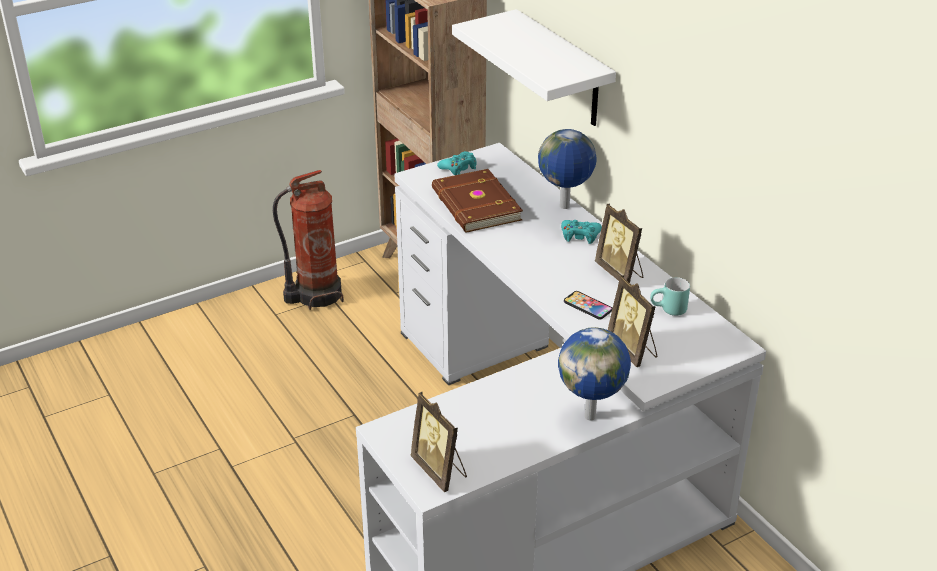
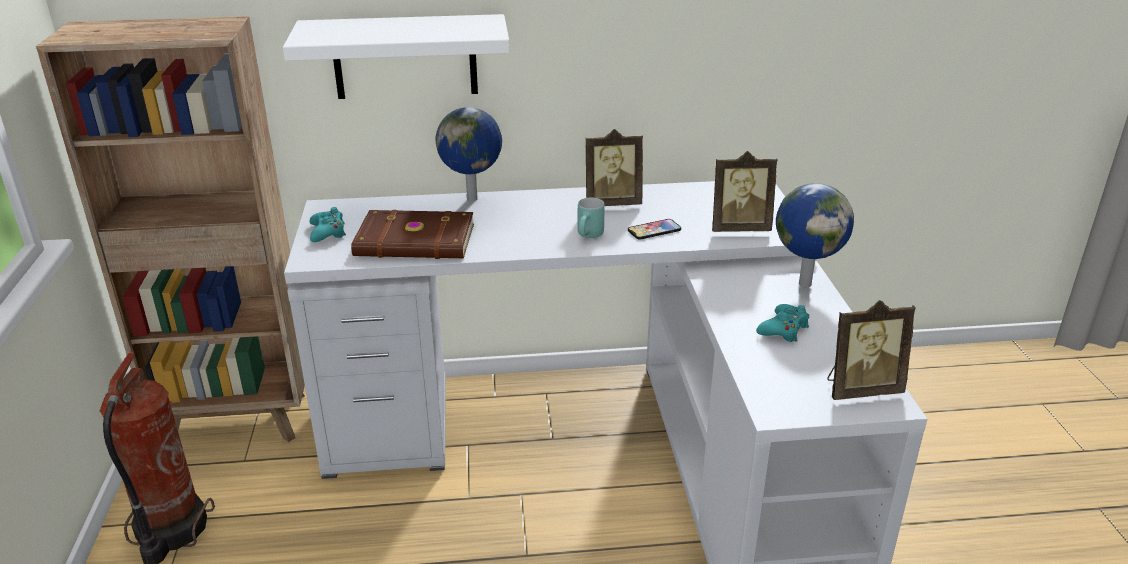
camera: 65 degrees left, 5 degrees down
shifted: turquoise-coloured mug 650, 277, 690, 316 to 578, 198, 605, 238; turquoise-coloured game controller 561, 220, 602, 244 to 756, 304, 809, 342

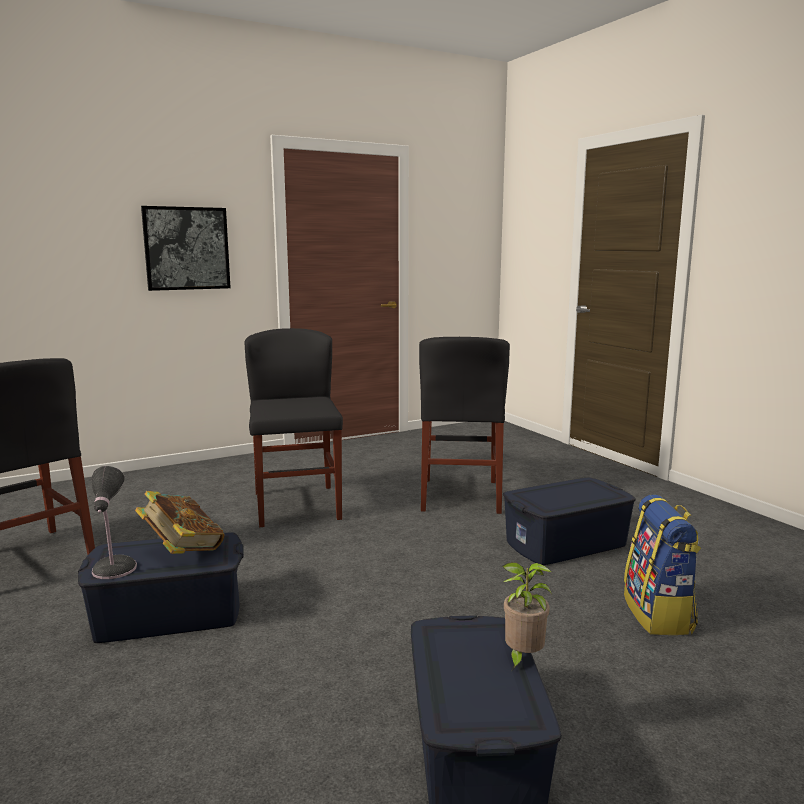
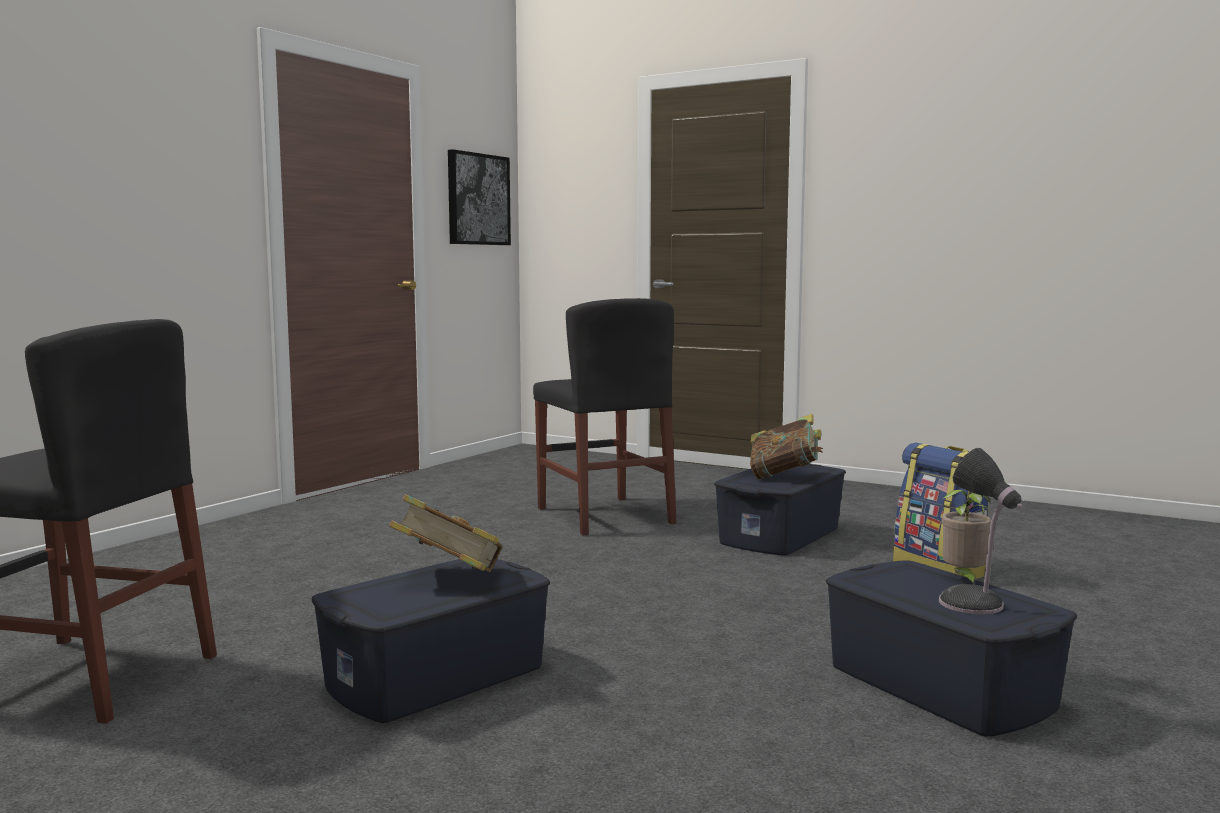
camera: 30 degrees left, 5 degrees down
gone: black-coloured upright chair 244, 328, 343, 527
new: book 750, 414, 823, 480
shifted: wall picture 141, 206, 231, 291 to 448, 149, 511, 245; lamp for a table 92, 466, 137, 579 to 939, 448, 1022, 614

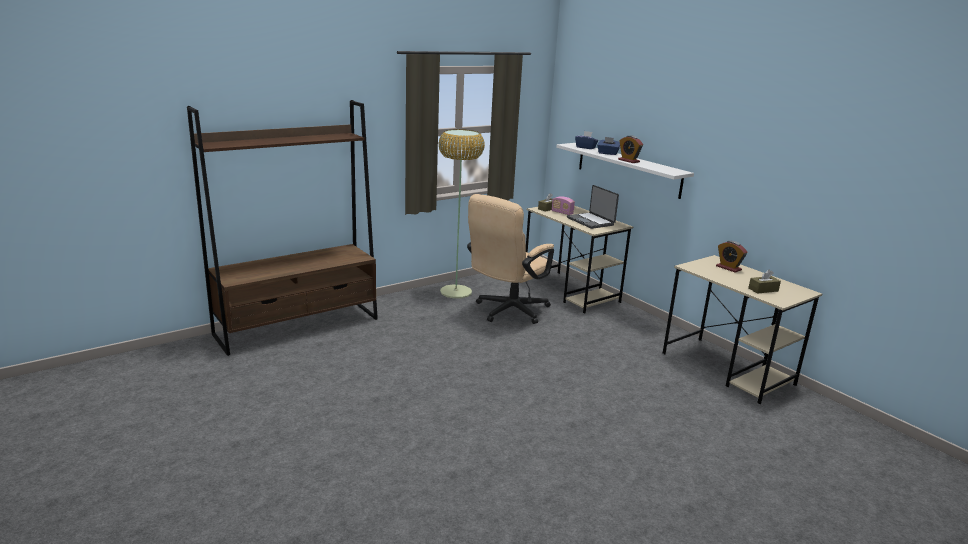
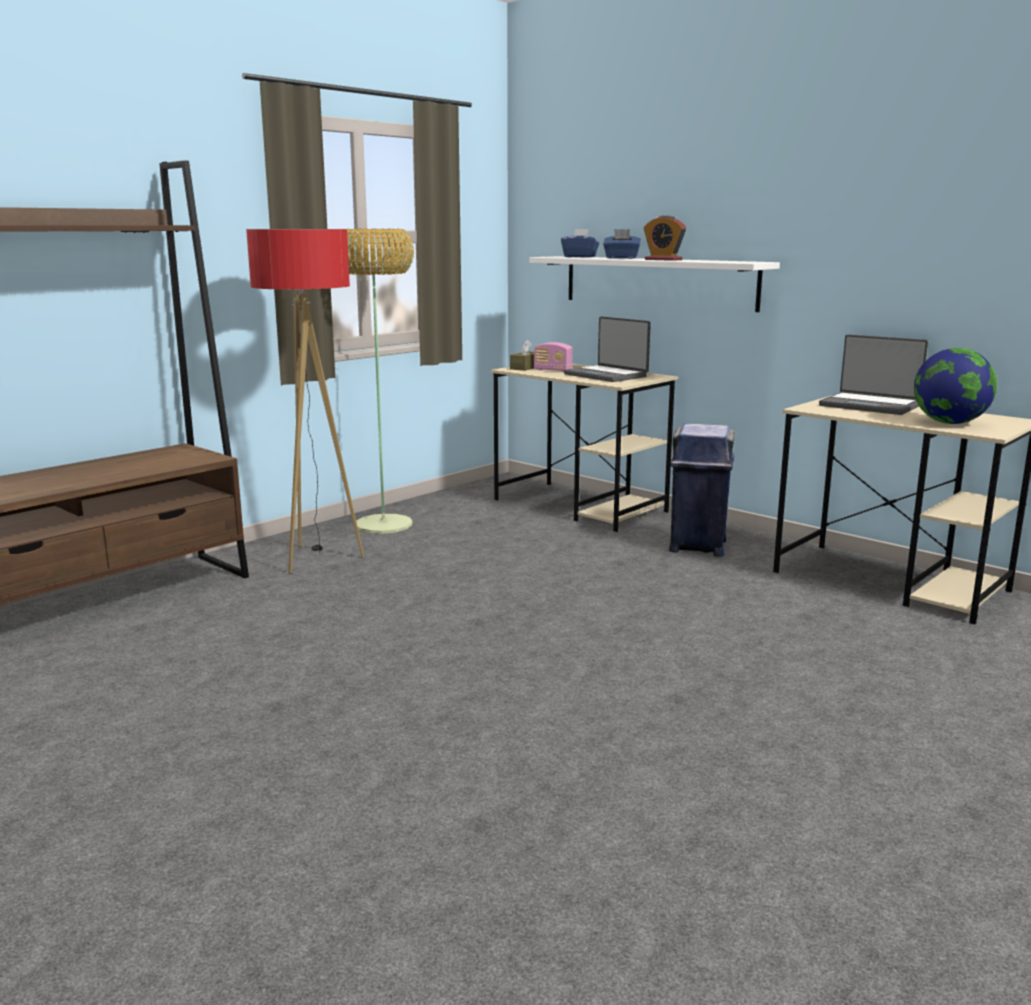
camera: 10 degrees left, 5 degrees down
gone: beige computer chair 467, 194, 554, 324
new: standard lamp 246, 229, 364, 573; bluish waste bin 669, 423, 735, 557
swapped: alarm clock 716, 241, 747, 273 to laptop 819, 334, 928, 415; brown tissue holder 748, 269, 781, 294 to world globe 914, 348, 997, 424

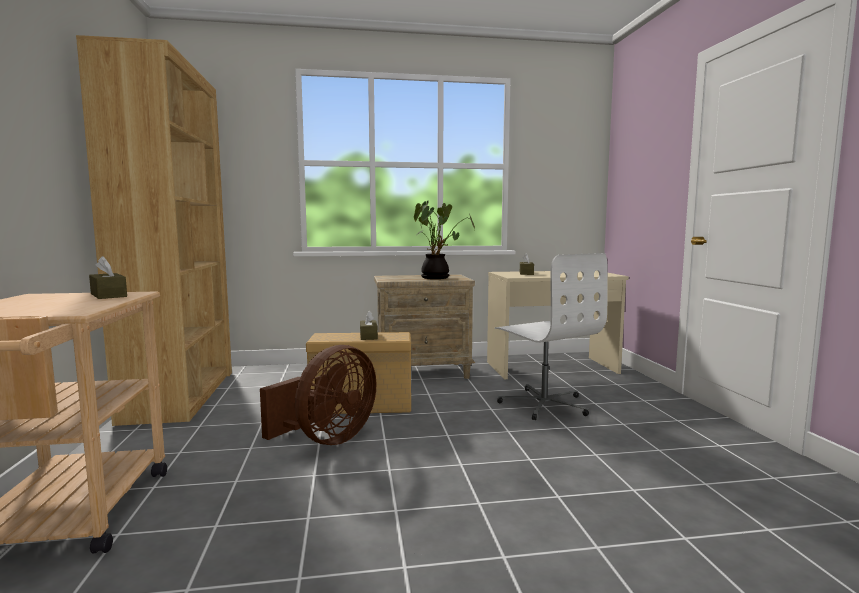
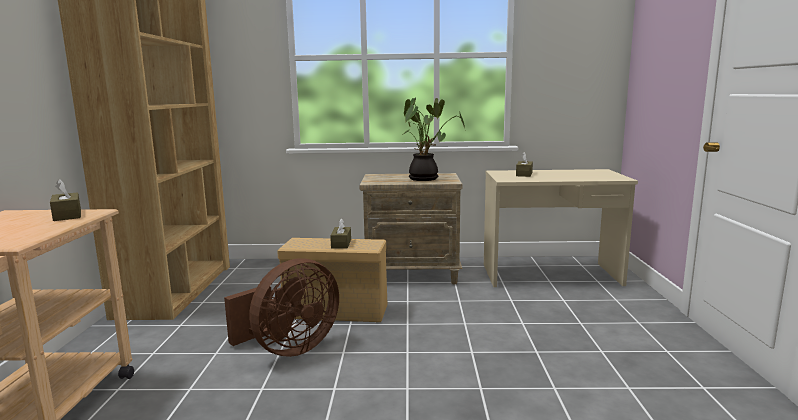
camera: 10 degrees right, 5 degrees up
gone: white-coloured computer chair 495, 253, 607, 420

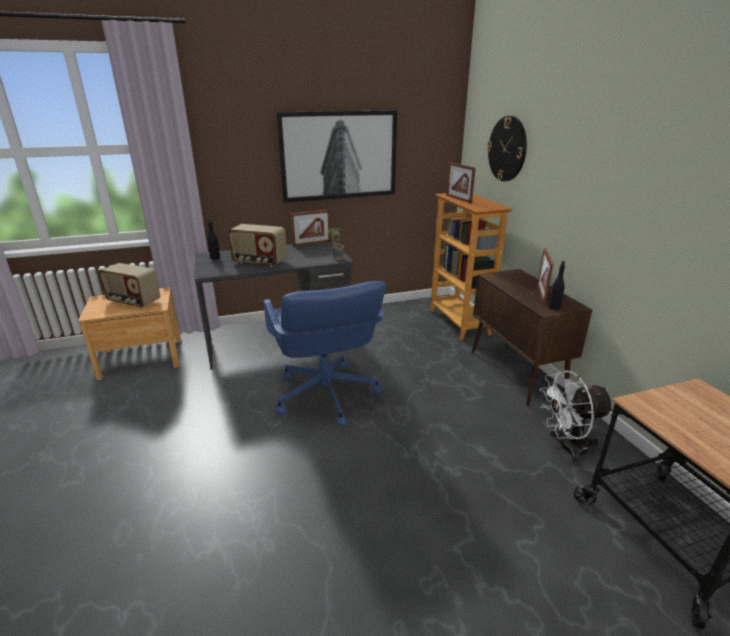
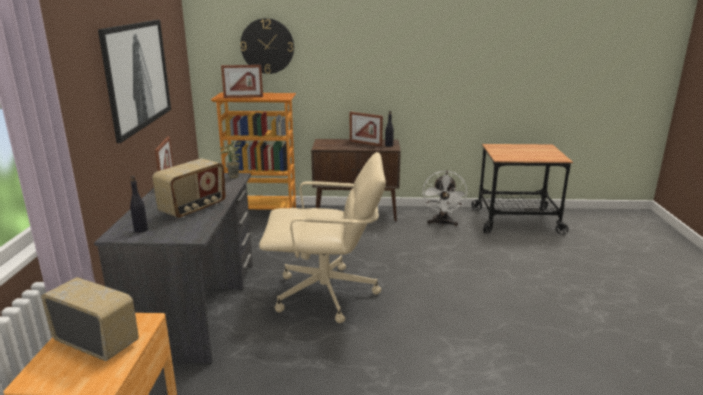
camera: 70 degrees left, 5 degrees down
repainted: bluish computer chair 263, 281, 386, 427 to beige computer chair 259, 152, 386, 323
rotated: radio set 98, 263, 160, 308 = 41, 277, 139, 361 105 degrees counterclockwise

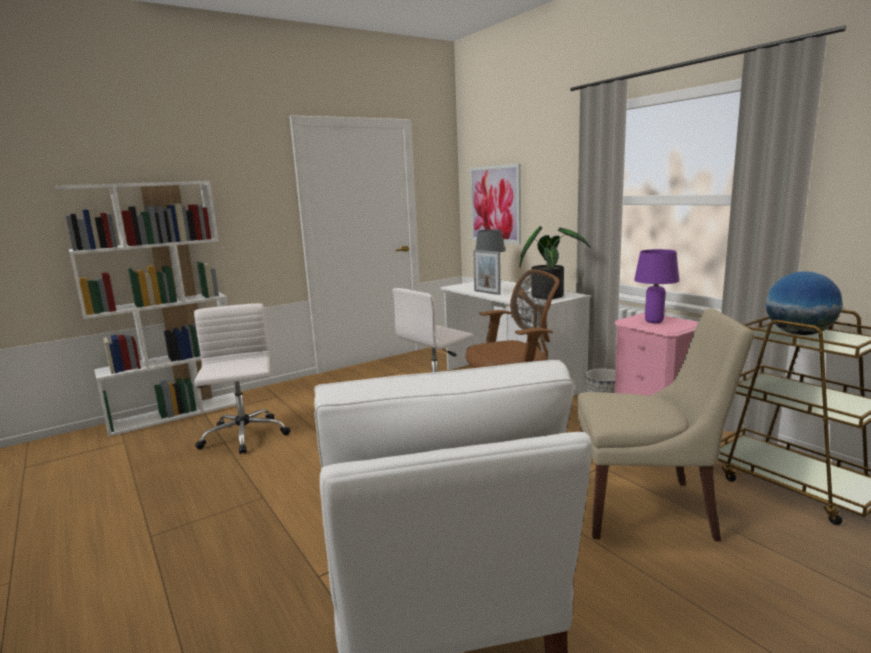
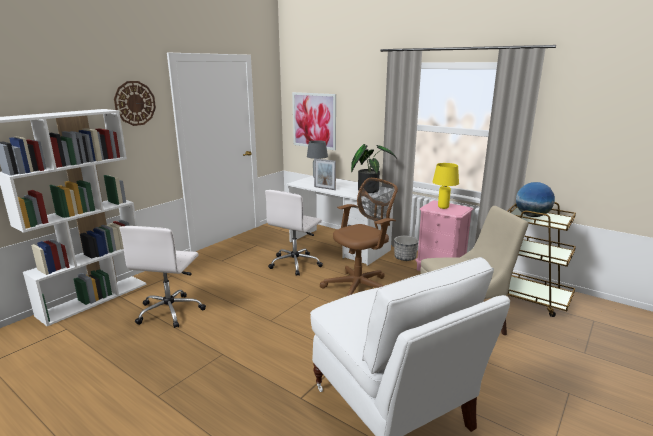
camera: 20 degrees left, 5 degrees up
new: wall clock 114, 81, 156, 126
repainted: purplish lamp for a table 634, 249, 679, 323 to yellow lamp for a table 432, 163, 459, 209
rotated: white-coloured computer chair 194, 303, 291, 454 = 120, 226, 206, 328 135 degrees counterclockwise

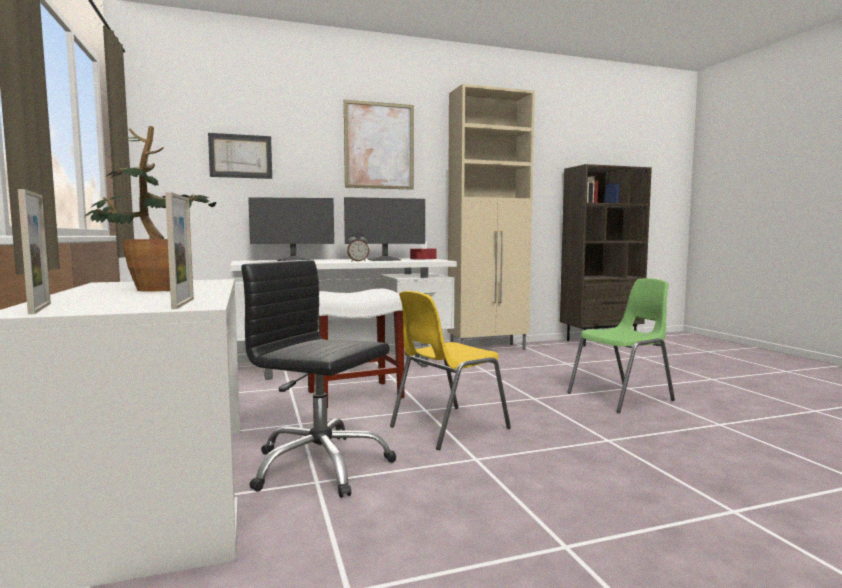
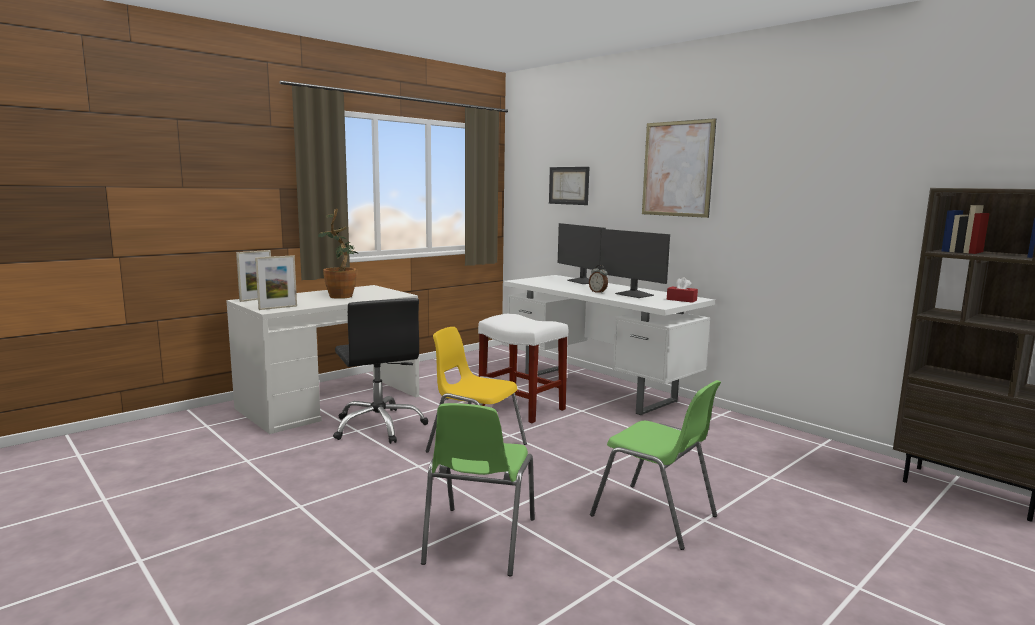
camera: 65 degrees right, 5 degrees up
gone: beige storage cabinet 448, 84, 535, 350
new: green upright chair 421, 403, 535, 576
rotated: black-coloured computer chair 241, 260, 396, 498 = 333, 298, 428, 444 150 degrees clockwise

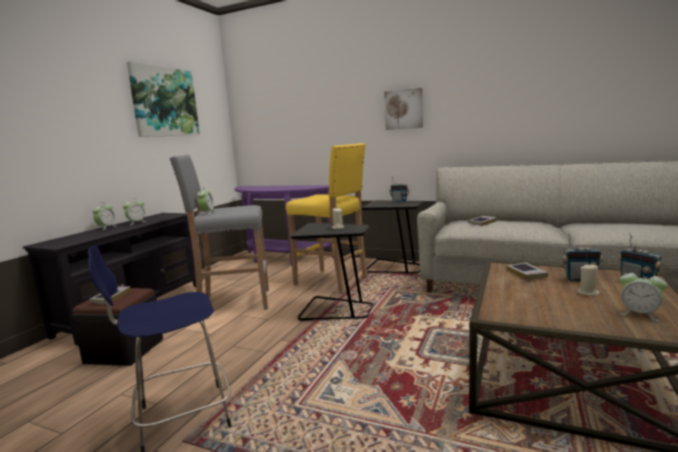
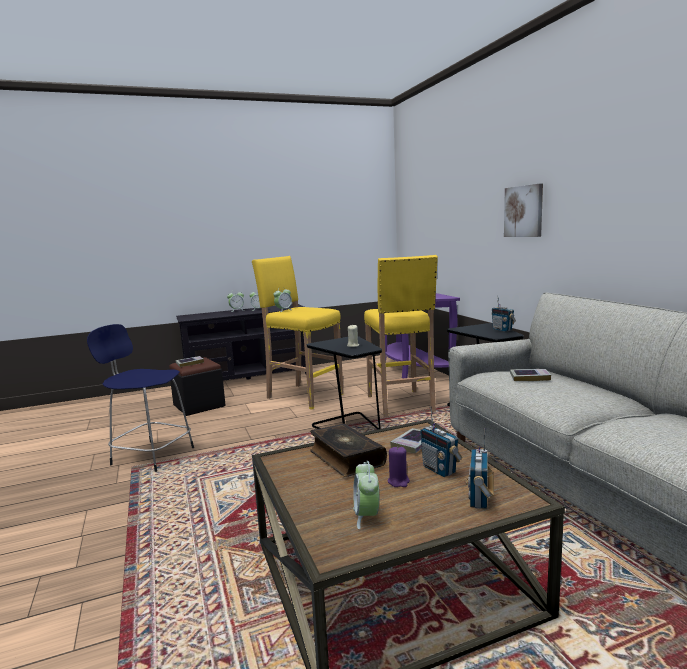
camera: 45 degrees right, 0 degrees up
gone: wall picture 127, 61, 200, 137
new: book 310, 423, 387, 477
repainted: gray stool 170, 154, 269, 310 to yellow stool 252, 256, 344, 409; beige wax light 577, 265, 600, 296 to purplish wax light 388, 446, 410, 487

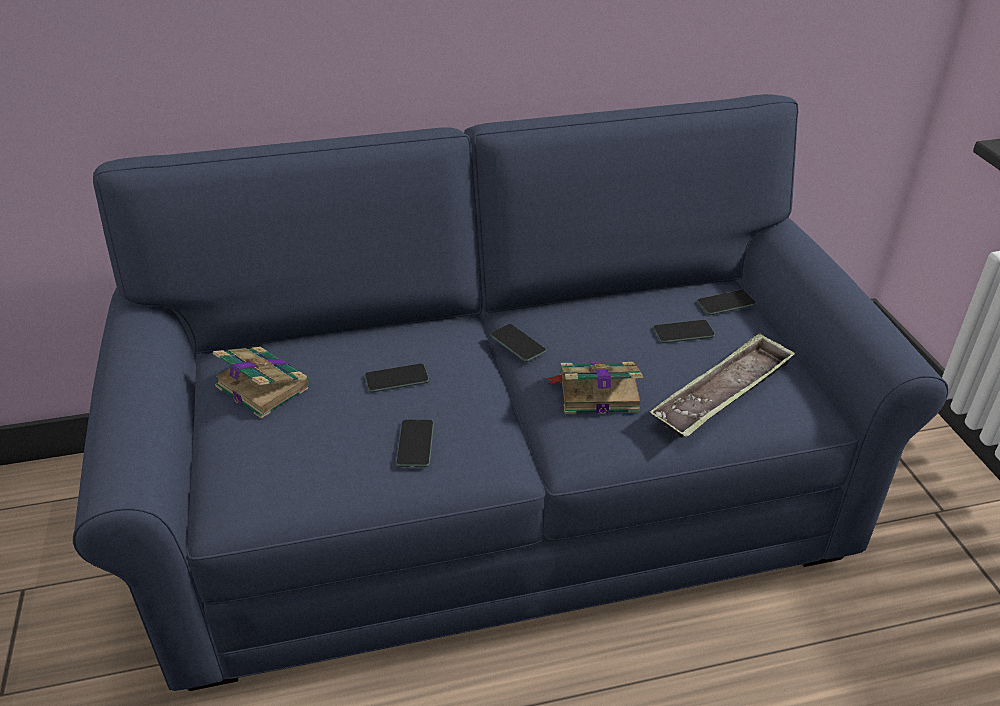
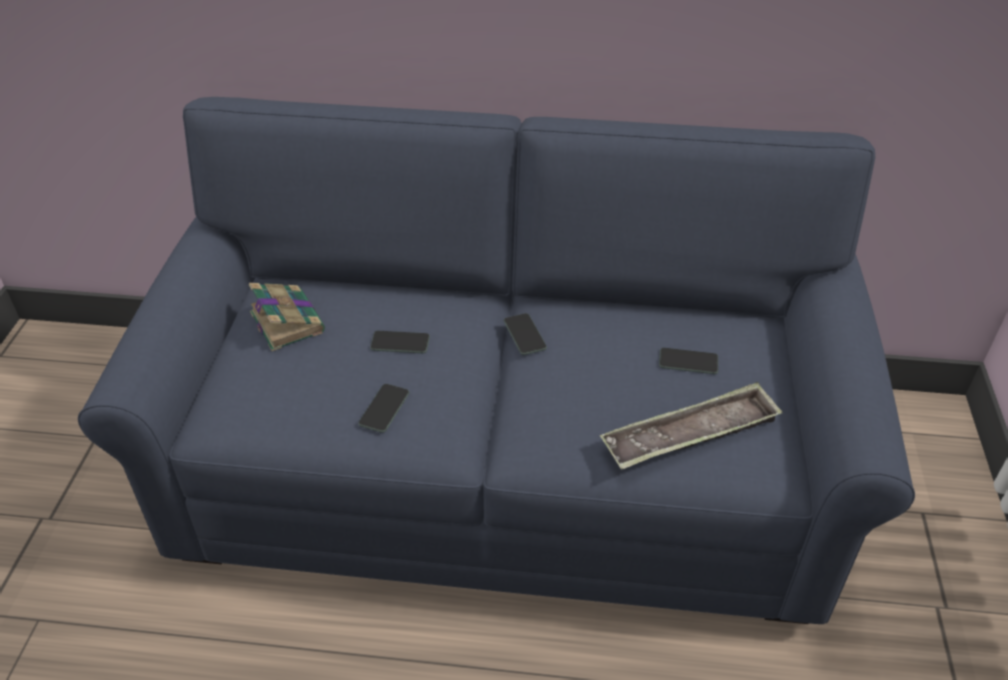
camera: 20 degrees right, 5 degrees up
gone: book 547, 362, 643, 414; telephone 696, 290, 756, 315

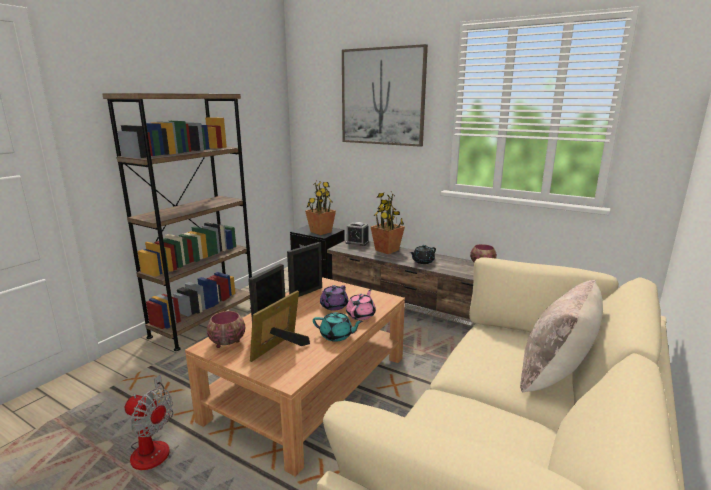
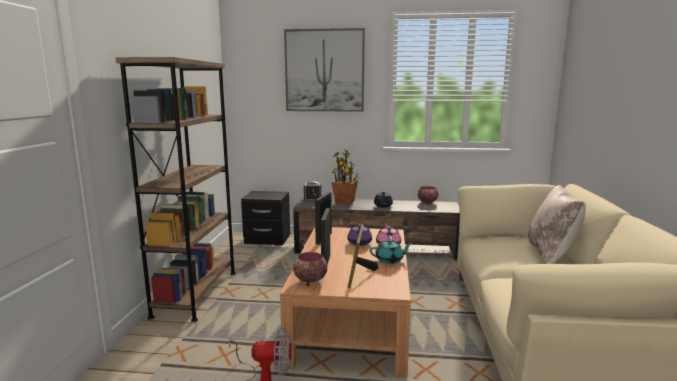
camera: 25 degrees left, 5 degrees down
gone: houseplant 305, 180, 336, 235

